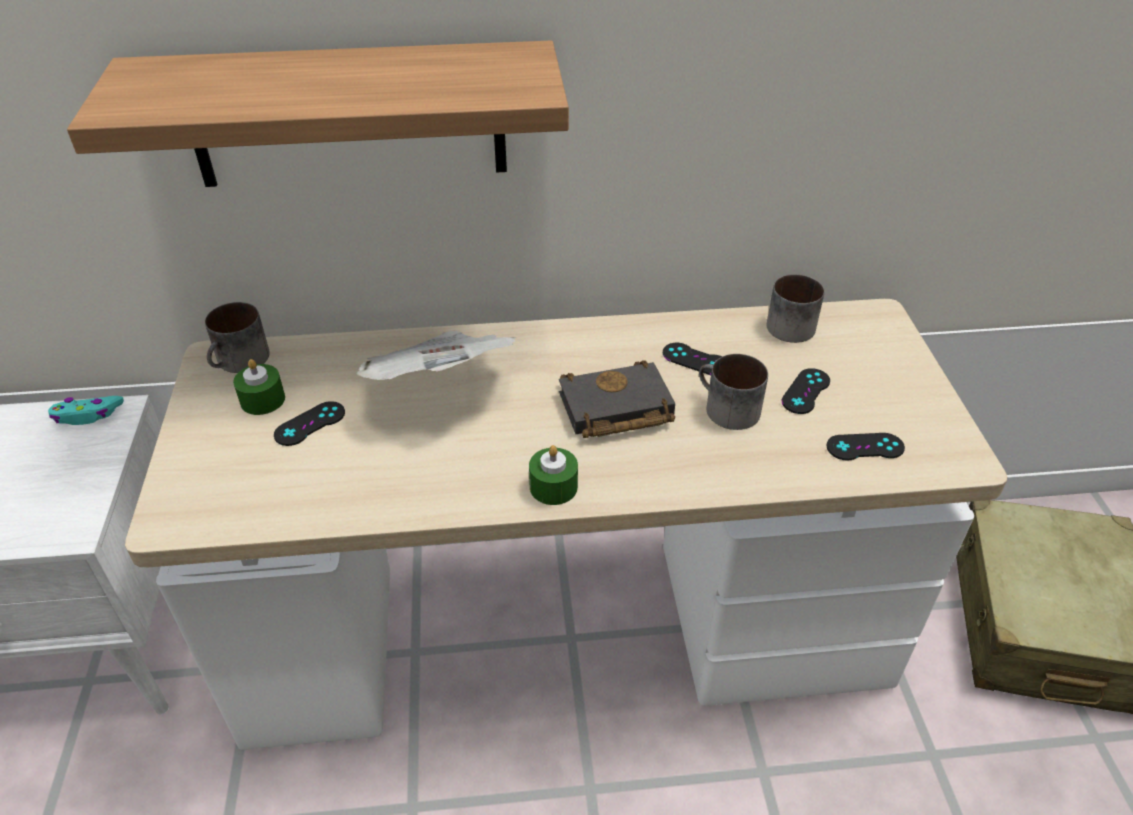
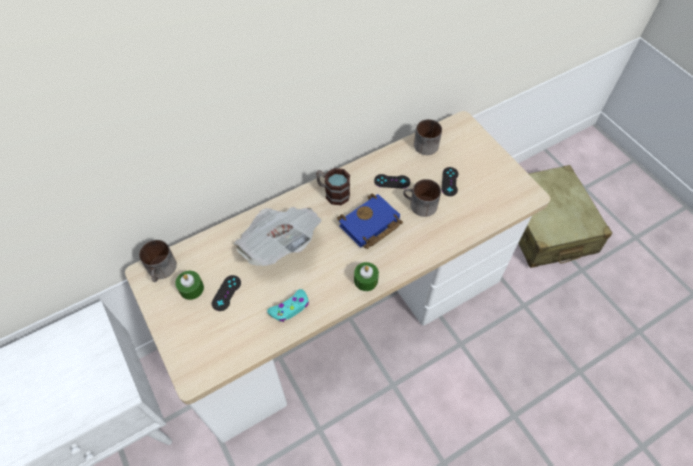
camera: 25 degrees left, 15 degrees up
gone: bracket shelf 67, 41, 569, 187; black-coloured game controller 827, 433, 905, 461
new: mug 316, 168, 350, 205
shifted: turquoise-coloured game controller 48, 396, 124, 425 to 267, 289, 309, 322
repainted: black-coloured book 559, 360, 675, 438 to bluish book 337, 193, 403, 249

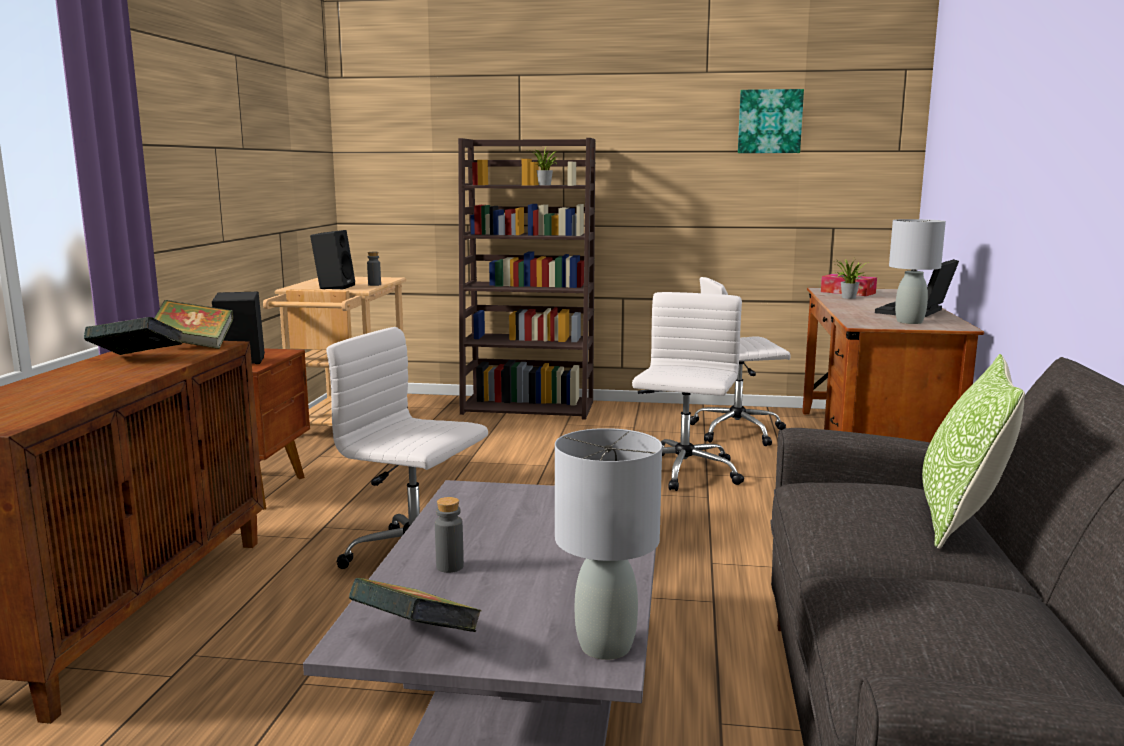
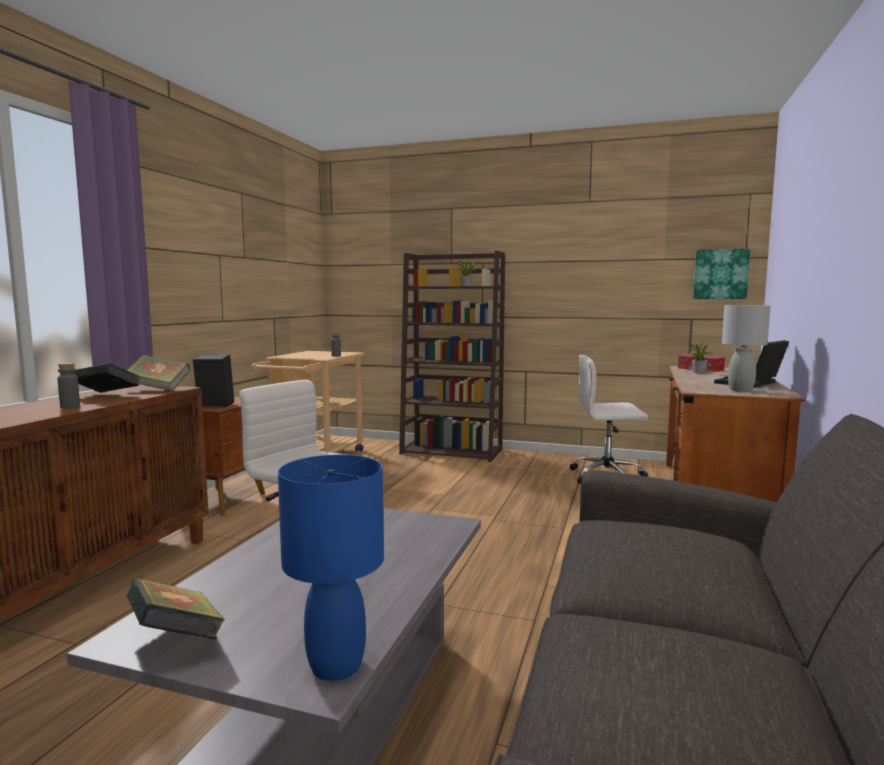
camera: 10 degrees right, 5 degrees down
gone: black-coloured speaker 310, 230, 355, 290; white-coloured computer chair 632, 292, 744, 491; throw pillow 922, 354, 1025, 549
shifted: gray drink bottle 435, 497, 464, 573 to 57, 363, 80, 409; wall picture 738, 89, 804, 153 to 693, 249, 750, 299
repainted: gray lamp for a table 555, 428, 662, 660 to bluish lamp for a table 278, 455, 384, 681

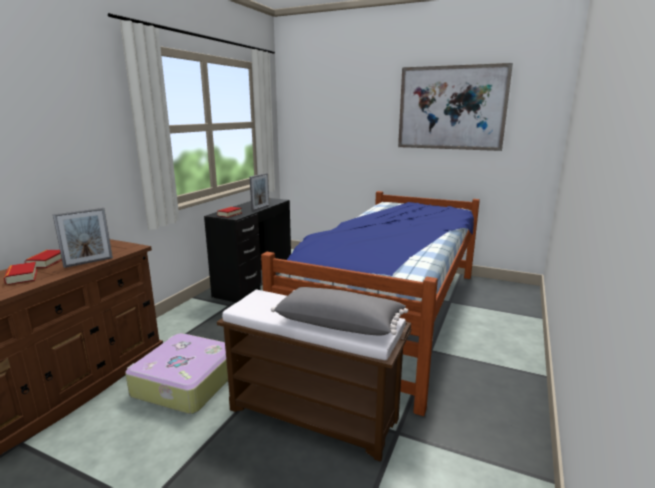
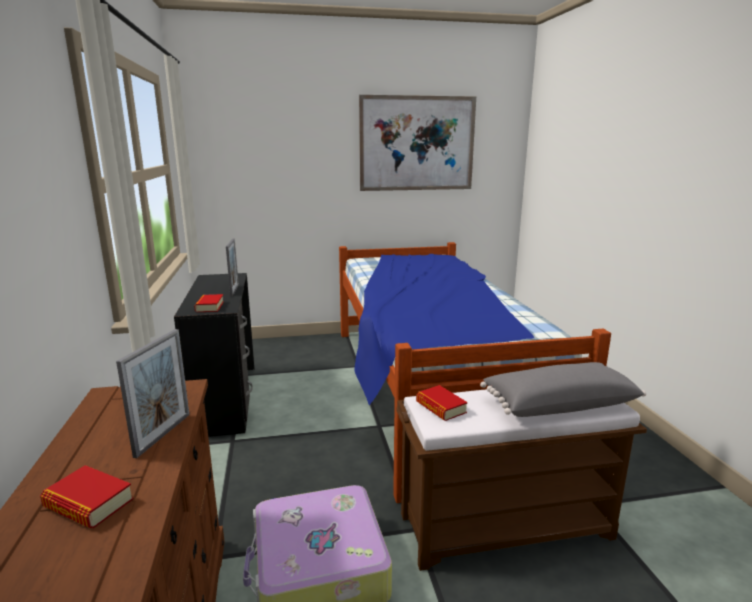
camera: 35 degrees left, 0 degrees up
shifted: book 25, 250, 62, 268 to 416, 385, 468, 421

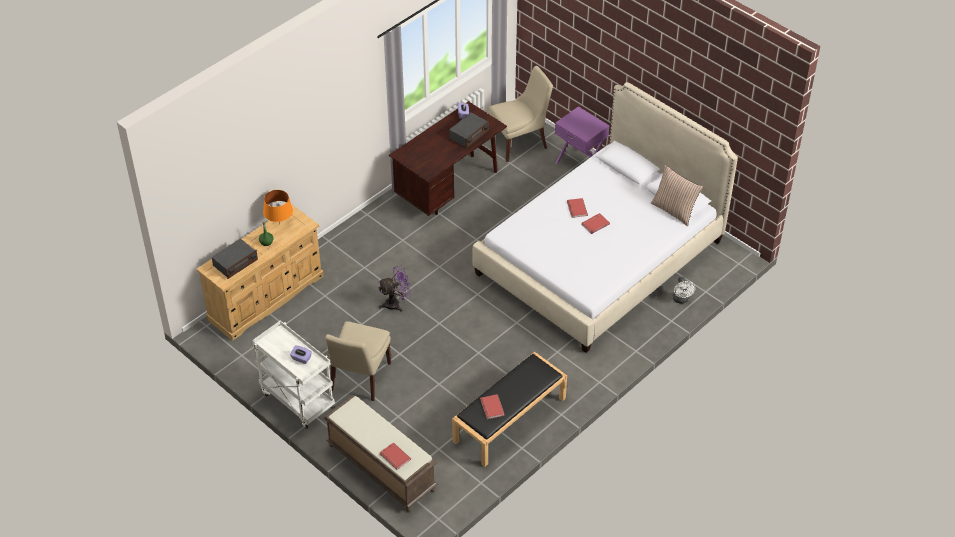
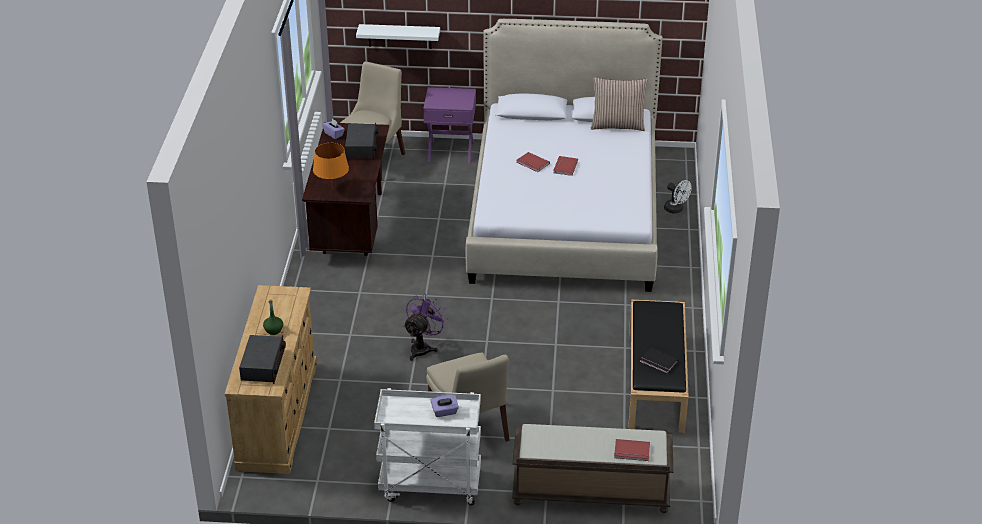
camera: 40 degrees left, 10 degrees down
new: white-coloured bracket shelf 356, 24, 440, 49
shifted: orange lamp for a table 263, 190, 293, 224 to 313, 143, 349, 189
repainted: red-coloured book 480, 394, 505, 419 to black-coloured book 639, 348, 678, 374

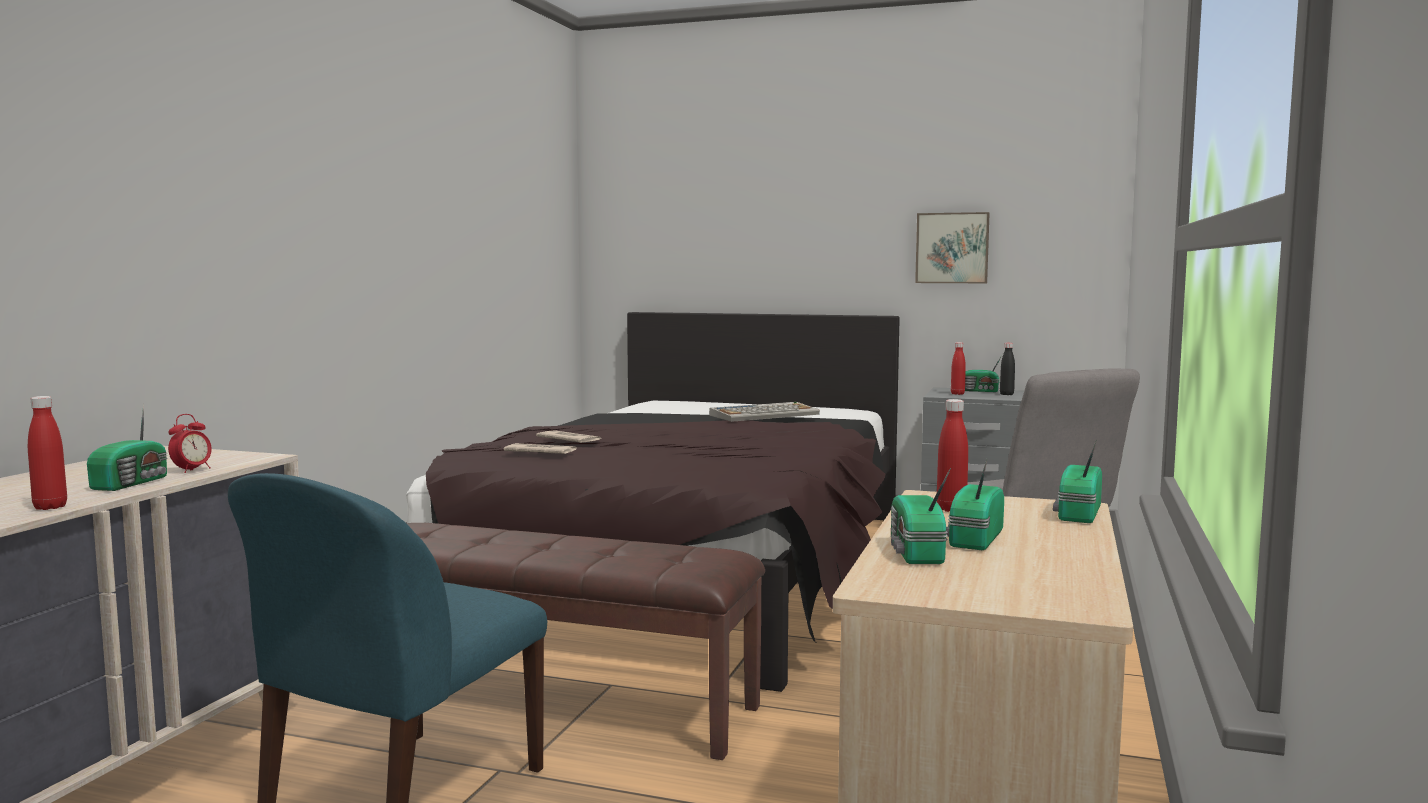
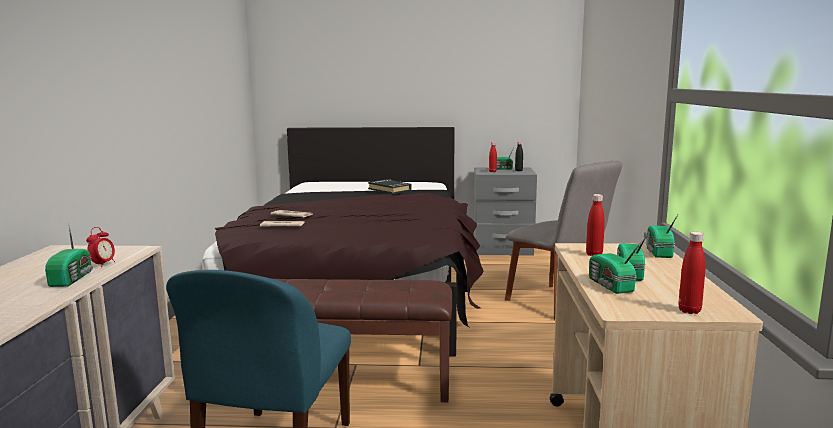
camera: 15 degrees left, 5 degrees up
gone: wall picture 915, 212, 990, 283
shifted: red-coloured drink bottle 28, 396, 67, 510 to 678, 232, 705, 314
swapped: PC keyboard 709, 402, 820, 422 to black-coloured book 368, 179, 411, 194

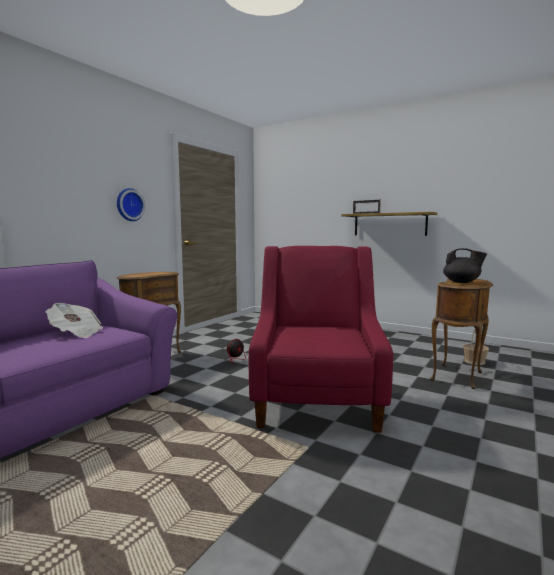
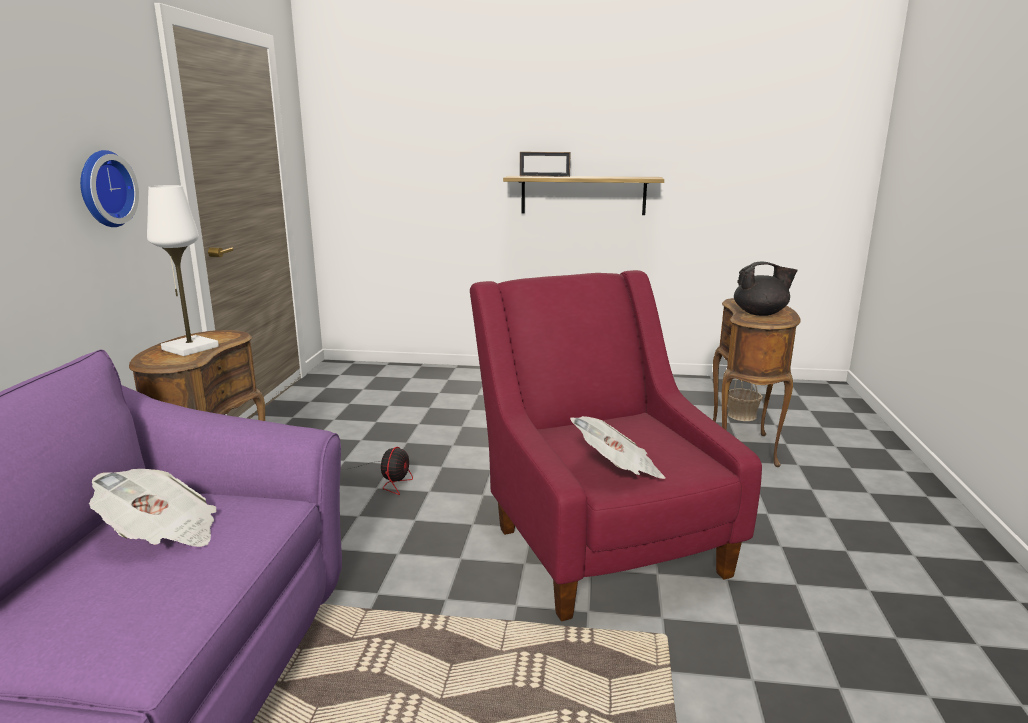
camera: 25 degrees left, 10 degrees up
new: white-coloured lamp for a table 147, 185, 219, 356; printed paper 570, 416, 666, 479

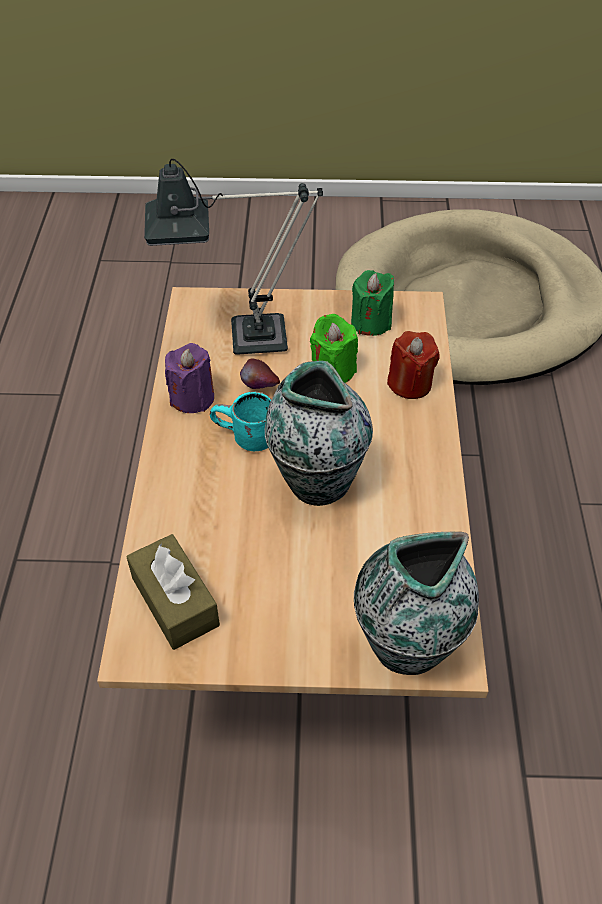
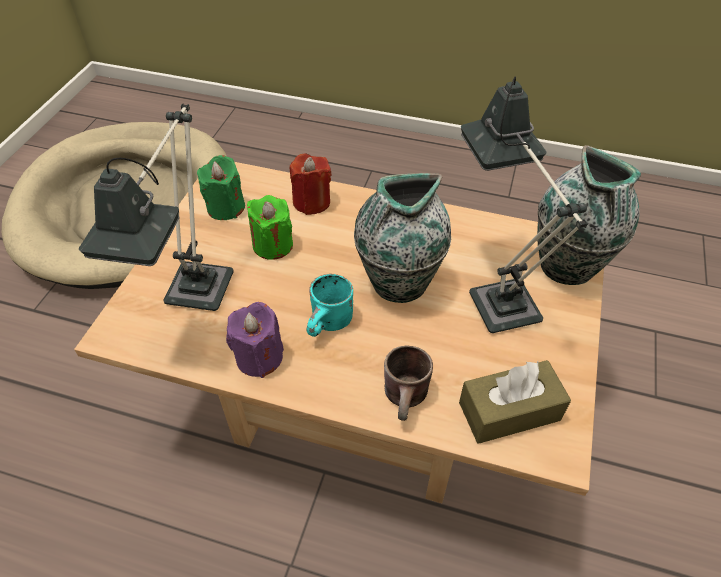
camera: 75 degrees left, 0 degrees up
gone: apple fruit 240, 359, 280, 389
new: brown mug 384, 346, 433, 421; lamp for a table 461, 77, 588, 333

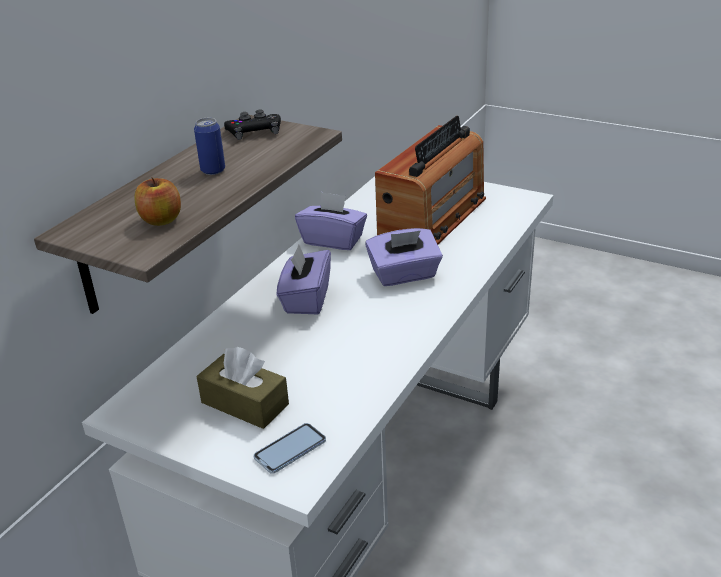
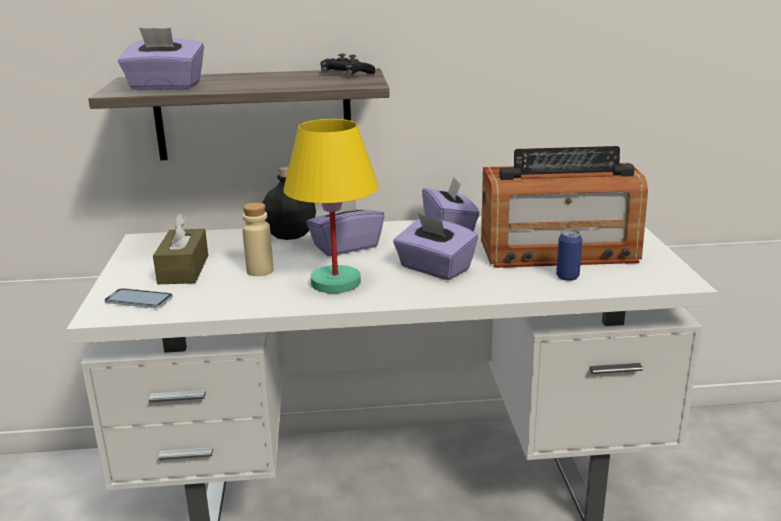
camera: 55 degrees right, 10 degrees down
new: beige drink bottle 242, 203, 273, 276; black-coloured drink bottle 262, 167, 316, 240; yellow lamp for a table 283, 119, 378, 293
shifted: sealed can 194, 118, 225, 175 to 556, 229, 582, 281
swapped: apple fruit 134, 177, 181, 226 to purplish tissue holder 118, 28, 204, 90

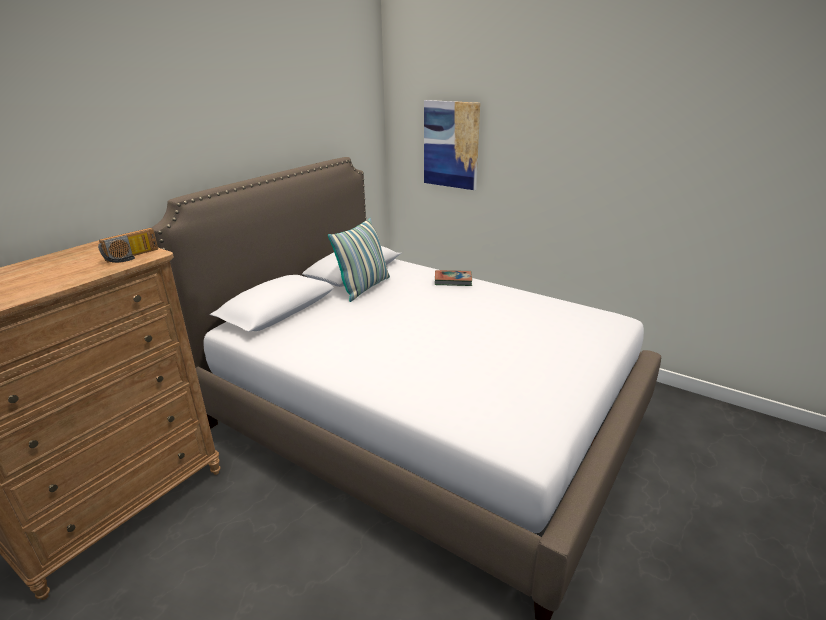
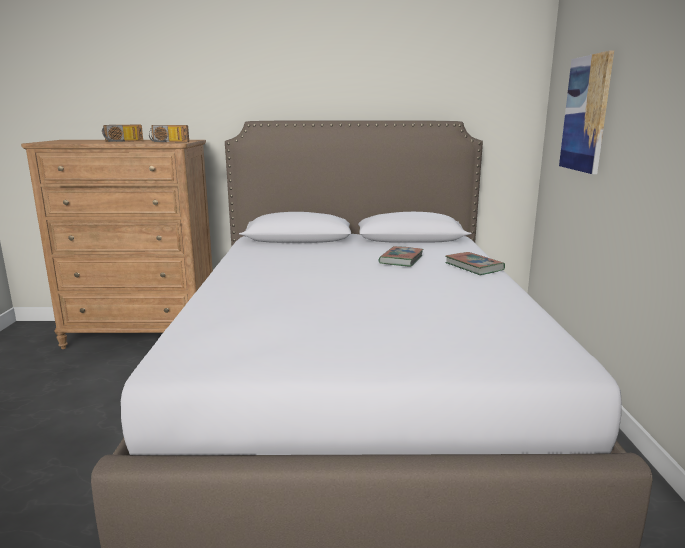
camera: 55 degrees right, 10 degrees down
gone: throw pillow 328, 218, 390, 302
new: radio set 102, 125, 143, 142; book 378, 246, 424, 267

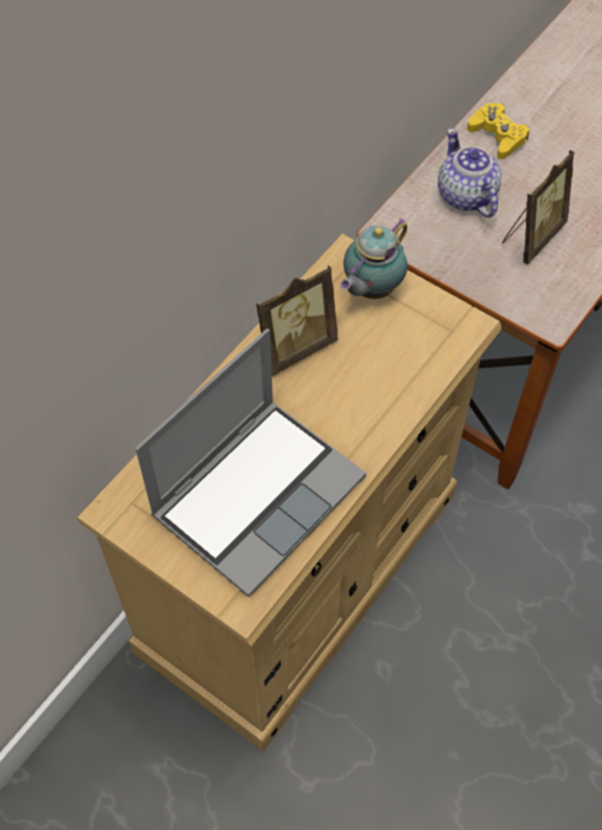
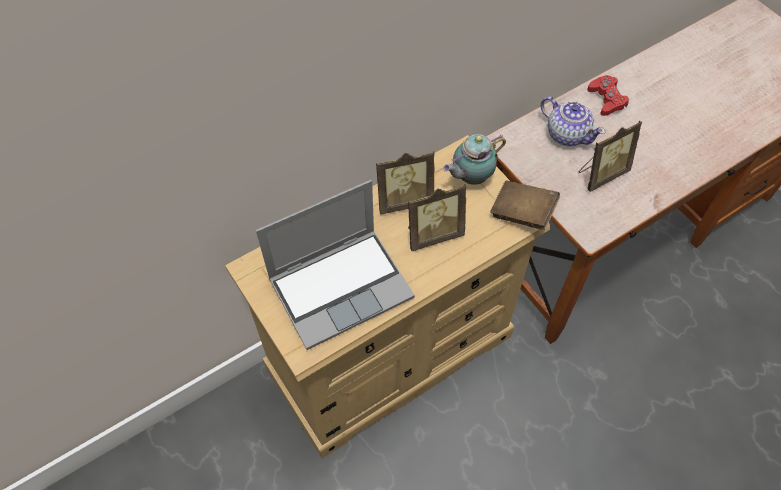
camera: 20 degrees right, 0 degrees up
new: photo frame 408, 184, 467, 251; brown book 490, 180, 560, 230
repainted: yellow game controller 467, 103, 530, 159 to red-coloured game controller 587, 75, 629, 116
rotated: tea pot 438, 128, 502, 217 = 541, 96, 606, 146 135 degrees clockwise

